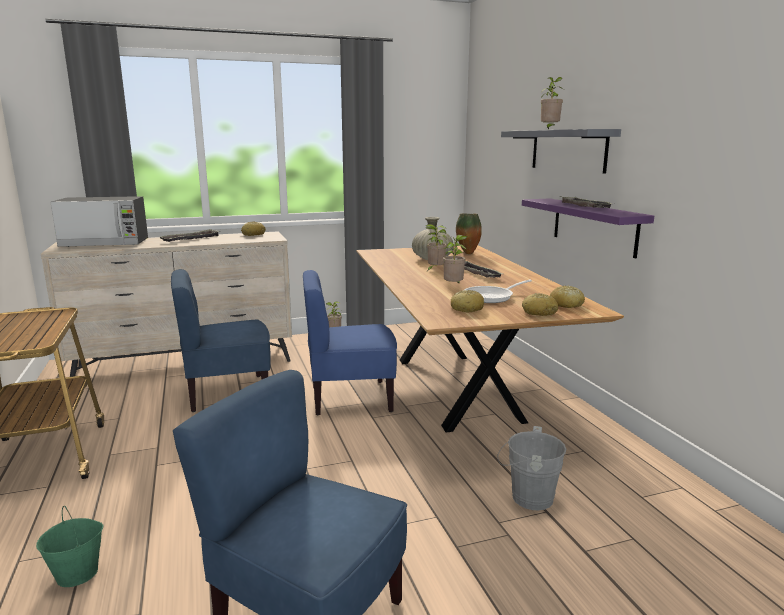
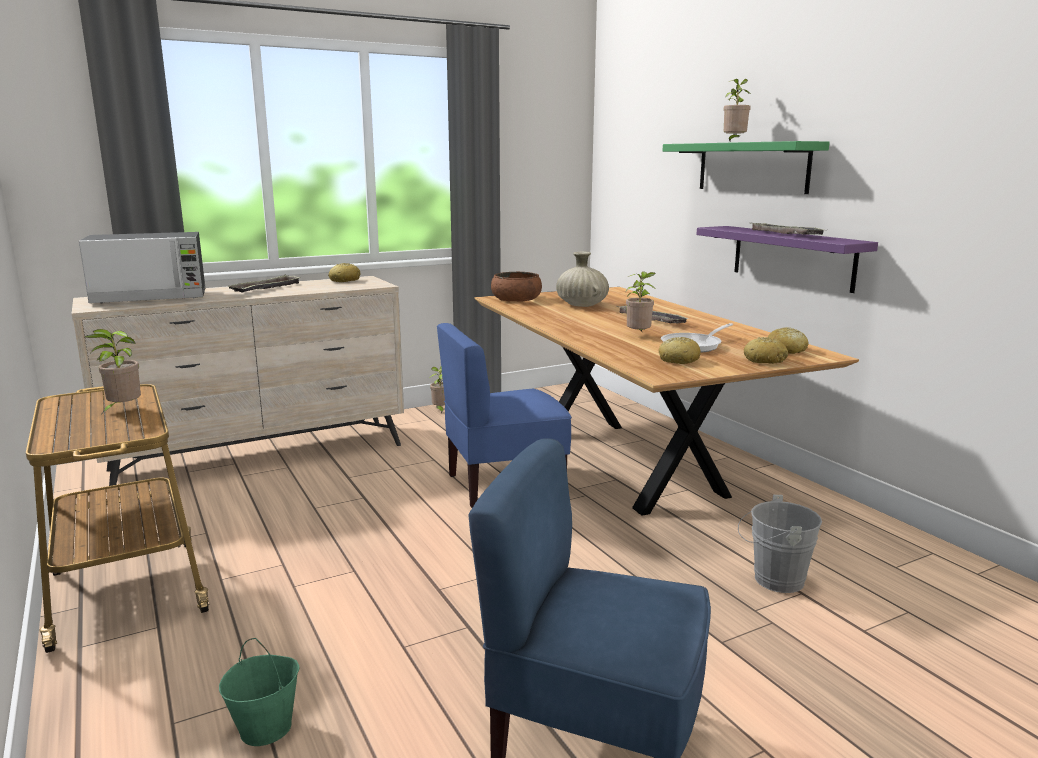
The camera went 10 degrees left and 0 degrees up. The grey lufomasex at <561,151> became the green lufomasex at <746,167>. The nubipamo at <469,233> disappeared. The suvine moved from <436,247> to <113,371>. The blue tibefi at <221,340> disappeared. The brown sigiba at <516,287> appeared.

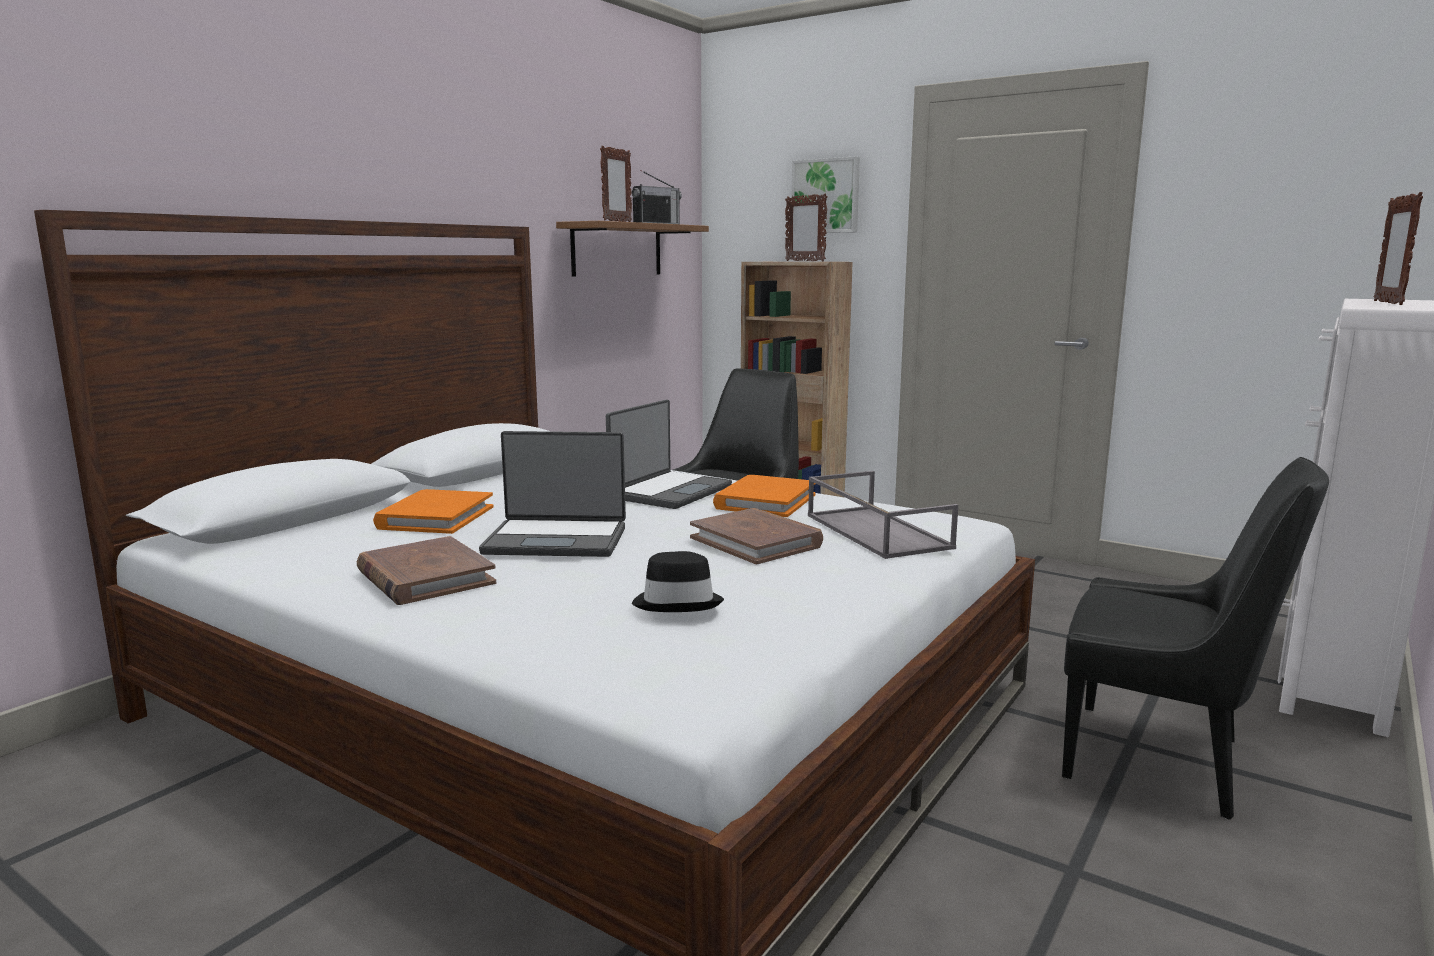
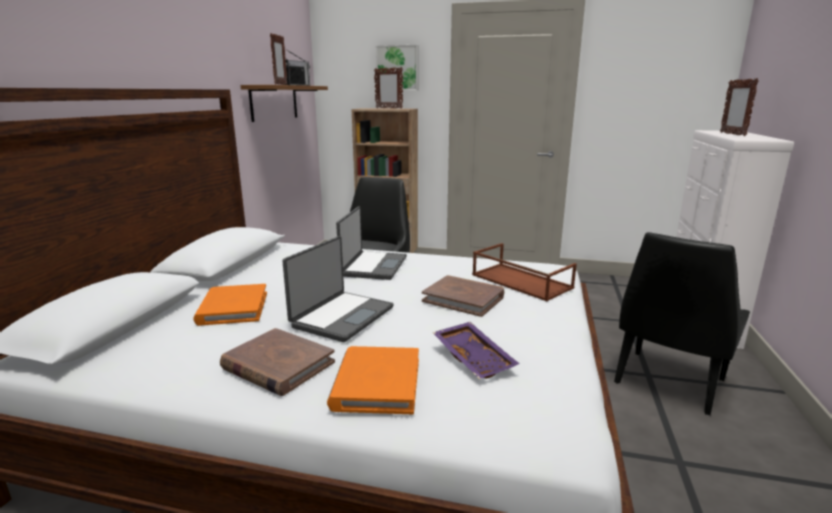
The camera went 20 degrees left and 5 degrees up. The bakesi at <552,494> turned 45 degrees counterclockwise. The black tibefi at <1195,638> turned 120 degrees clockwise. The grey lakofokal at <883,515> became the brown lakofokal at <524,272>. The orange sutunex moved from <764,496> to <373,380>. The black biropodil at <678,581> was replaced by the purple lakofokal at <476,350>.

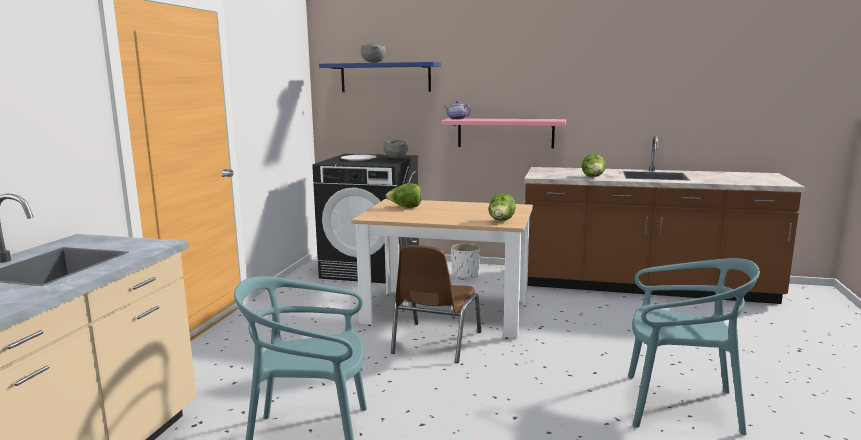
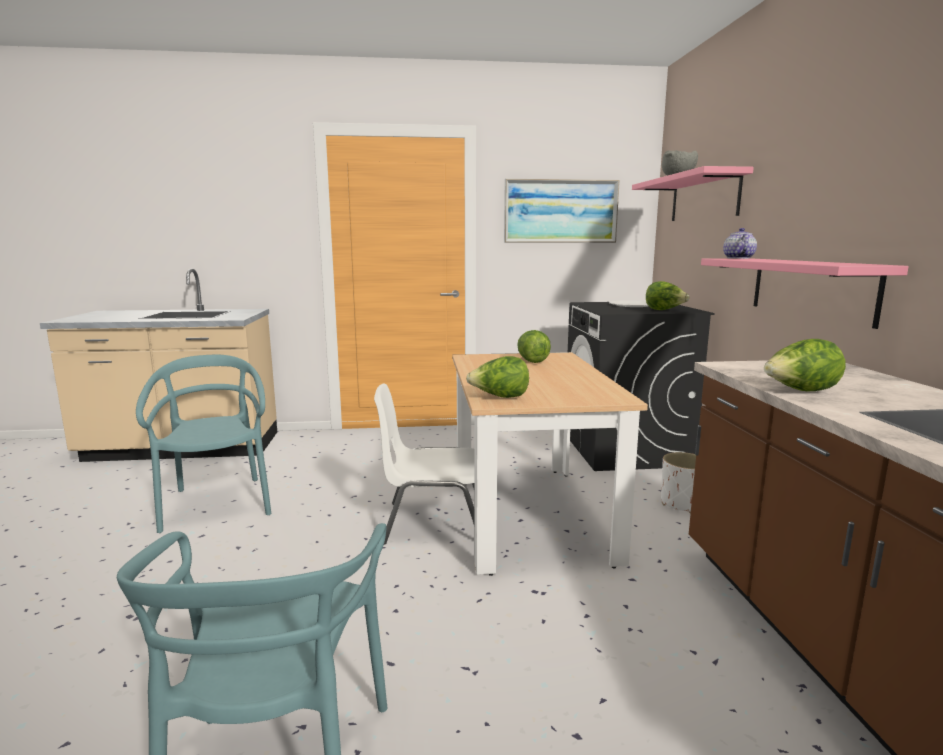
The camera went 70 degrees right and 0 degrees up. The blue lufomasex at <380,77> became the pink lufomasex at <693,193>. The grey sigiba at <395,149> was replaced by the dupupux at <668,295>. The brown tibefi at <436,304> became the white tibefi at <424,463>. The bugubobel at <562,211> appeared.

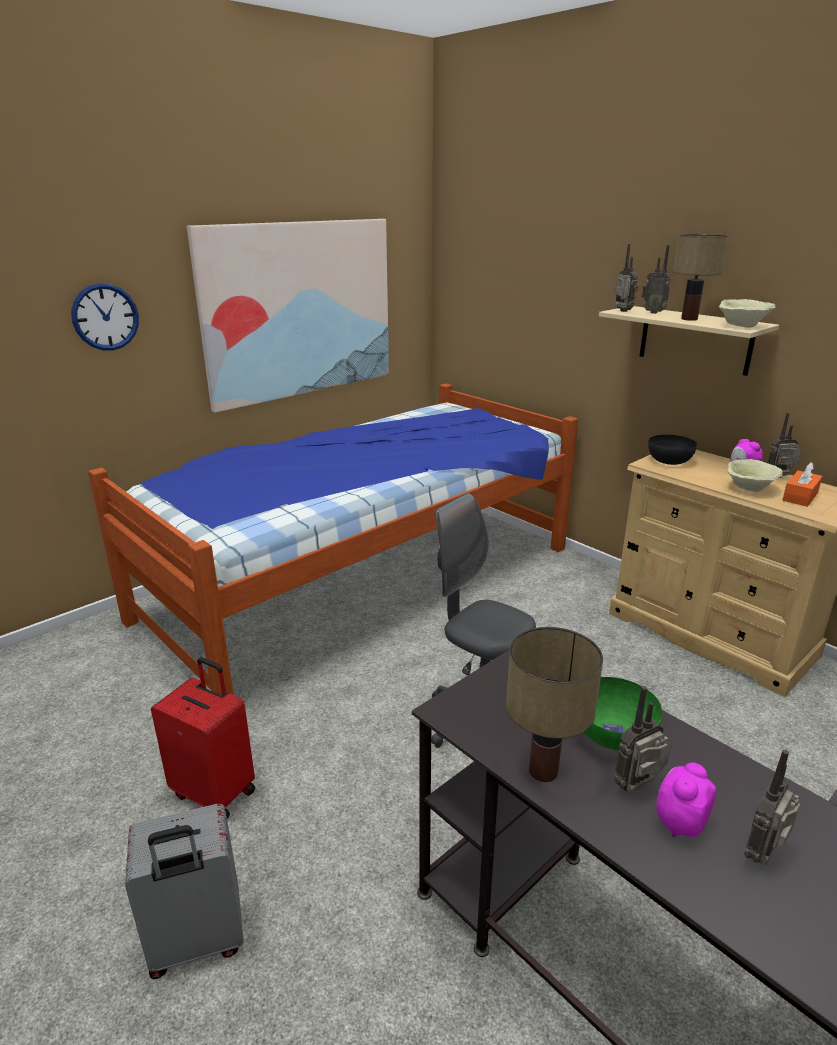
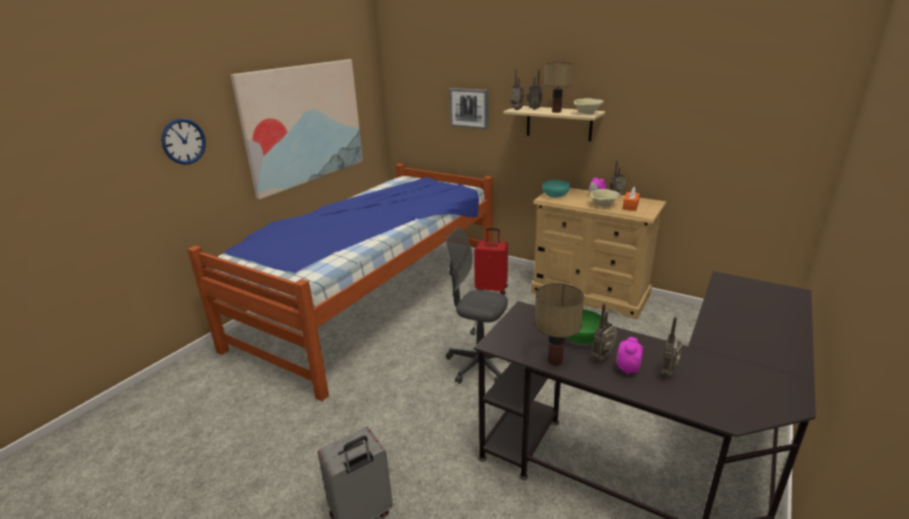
The camera went 15 degrees left and 0 degrees up. The black sigiba at <672,450> became the turquoise sigiba at <556,189>. The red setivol moved from <203,738> to <491,261>. The bugubobel at <468,109> appeared.

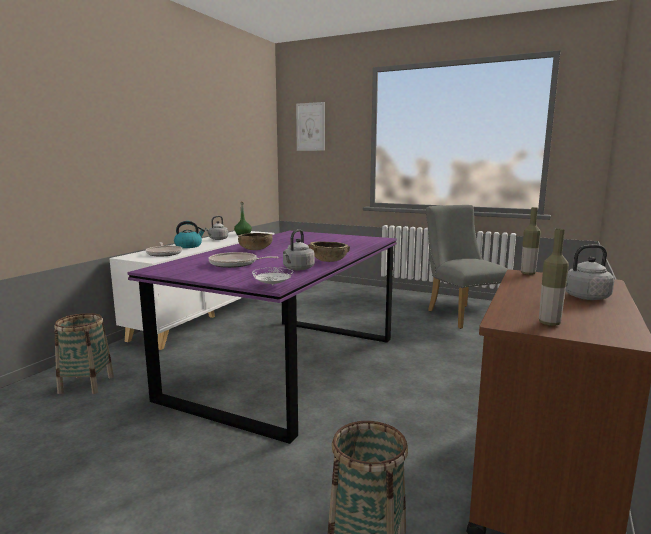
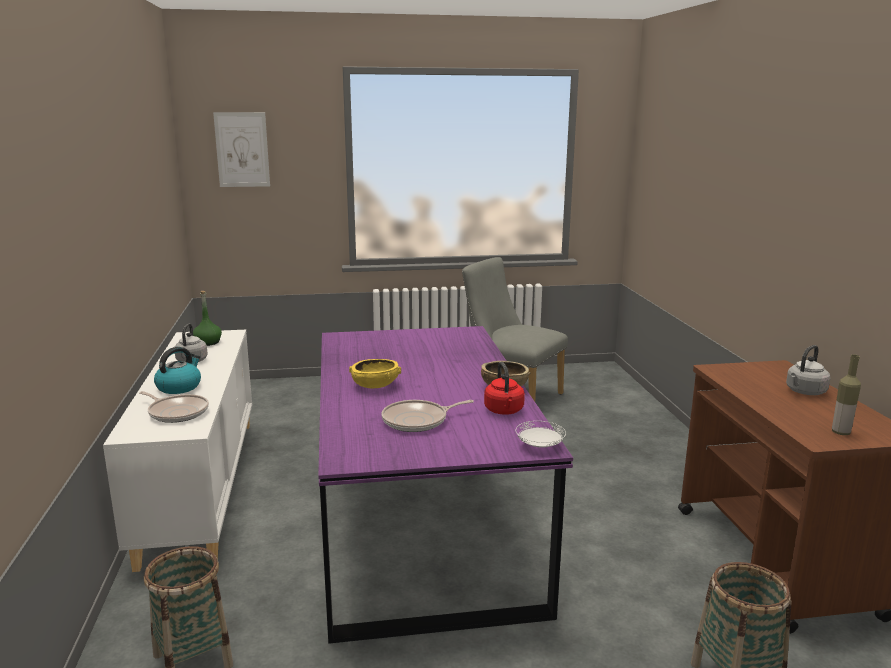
The camera went 35 degrees left and 5 degrees up. The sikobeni at <531,241> disappeared. The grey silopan at <299,249> became the red silopan at <504,388>. The brown sigiba at <255,241> became the yellow sigiba at <375,373>.

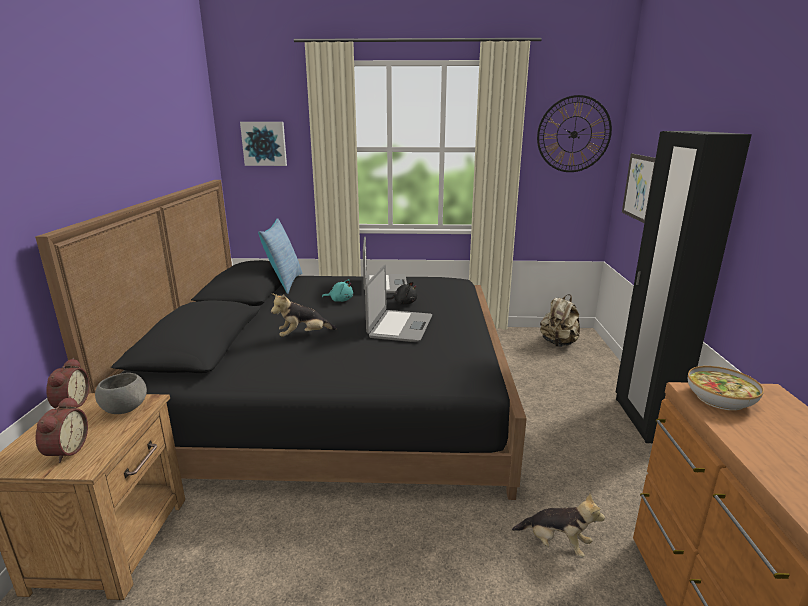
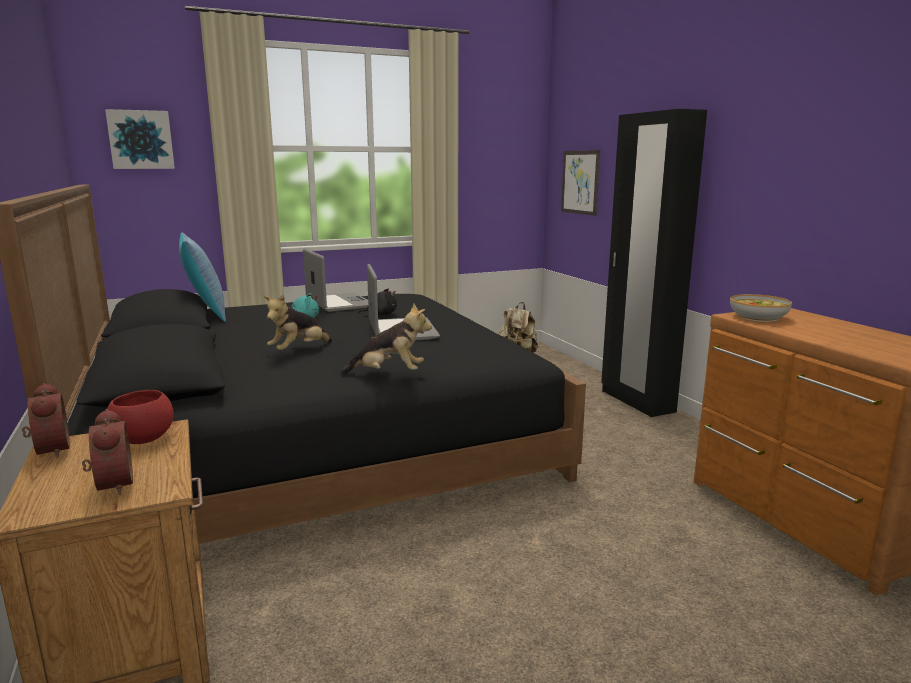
The camera went 25 degrees left and 5 degrees down. The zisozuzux at <574,133> disappeared. The grey sigiba at <121,393> became the red sigiba at <140,417>. The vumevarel moved from <558,525> to <386,338>.

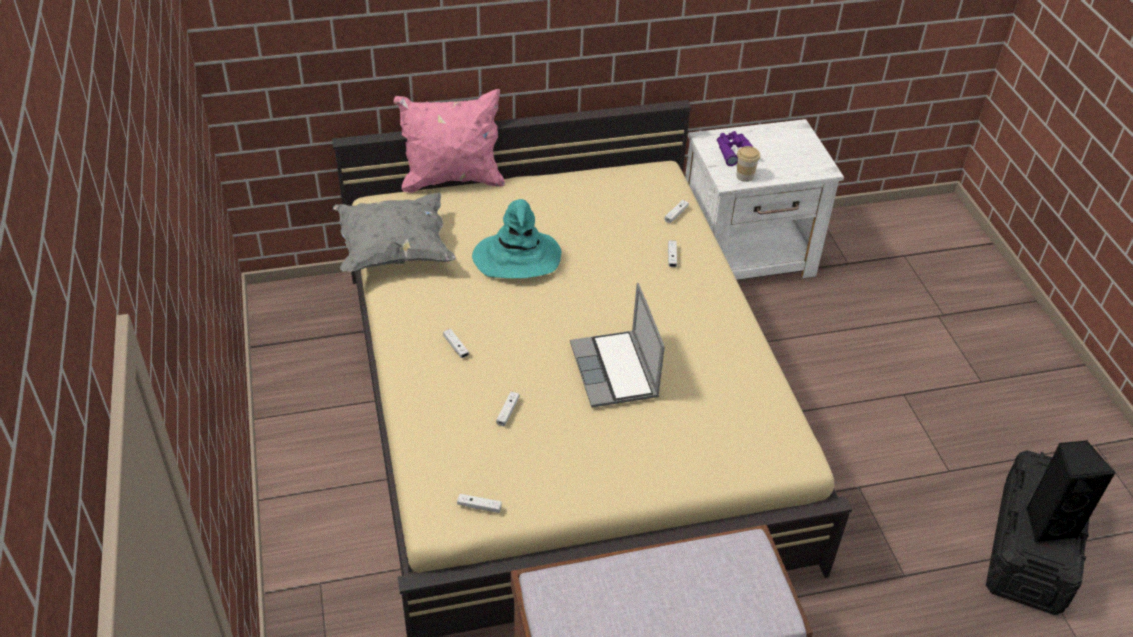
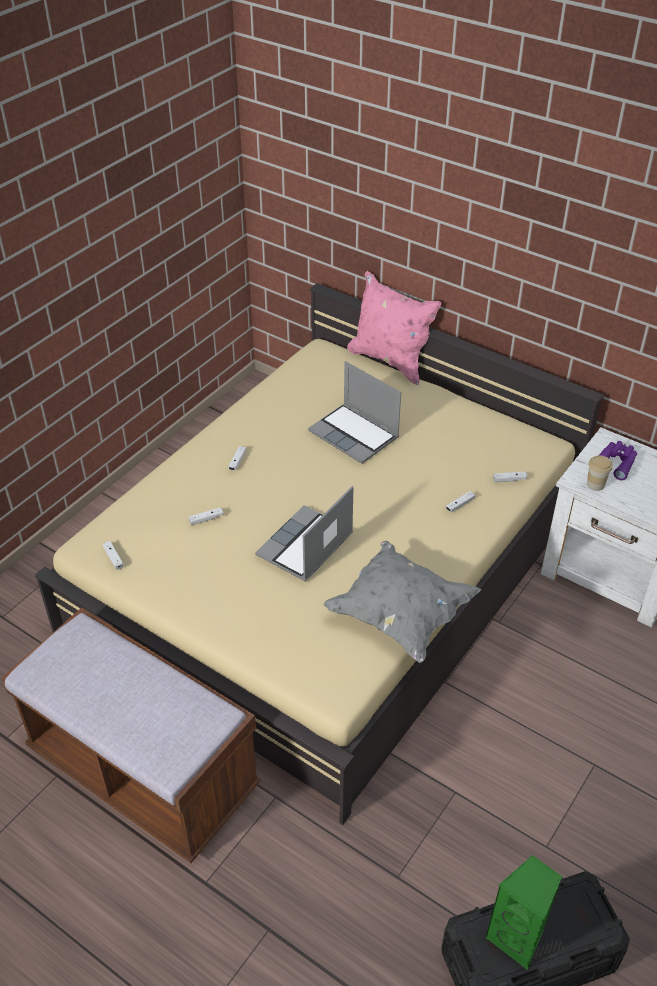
The camera went 50 degrees right and 0 degrees up. The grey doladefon moved from <394,232> to <402,602>. The turquoise biropodil at <516,238> was replaced by the bakesi at <354,412>. The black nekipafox at <1070,492> became the green nekipafox at <523,912>.

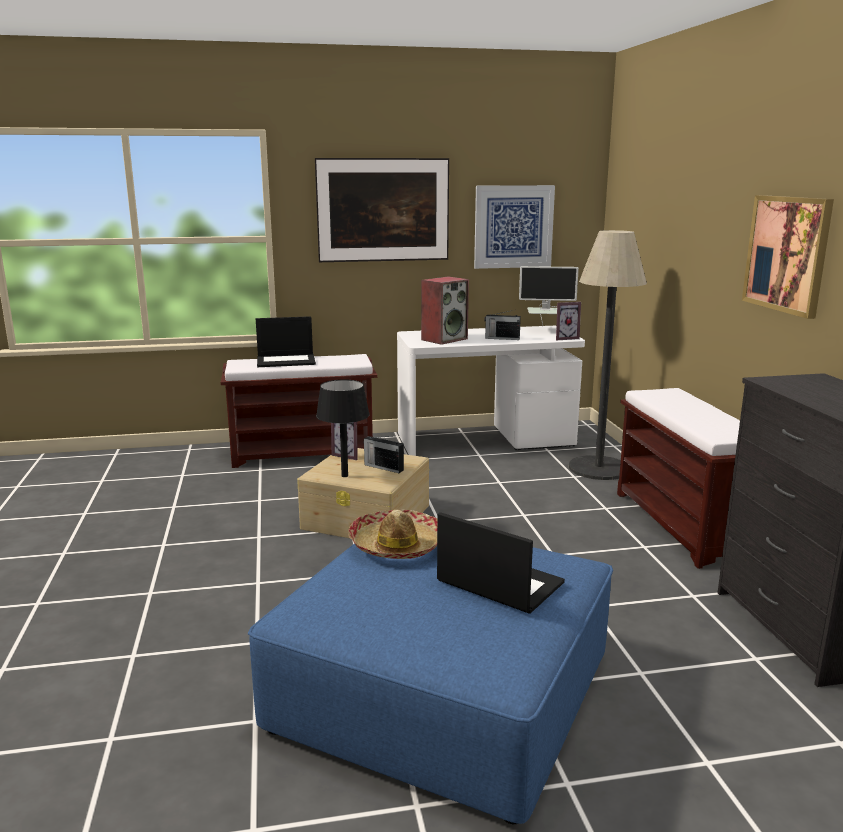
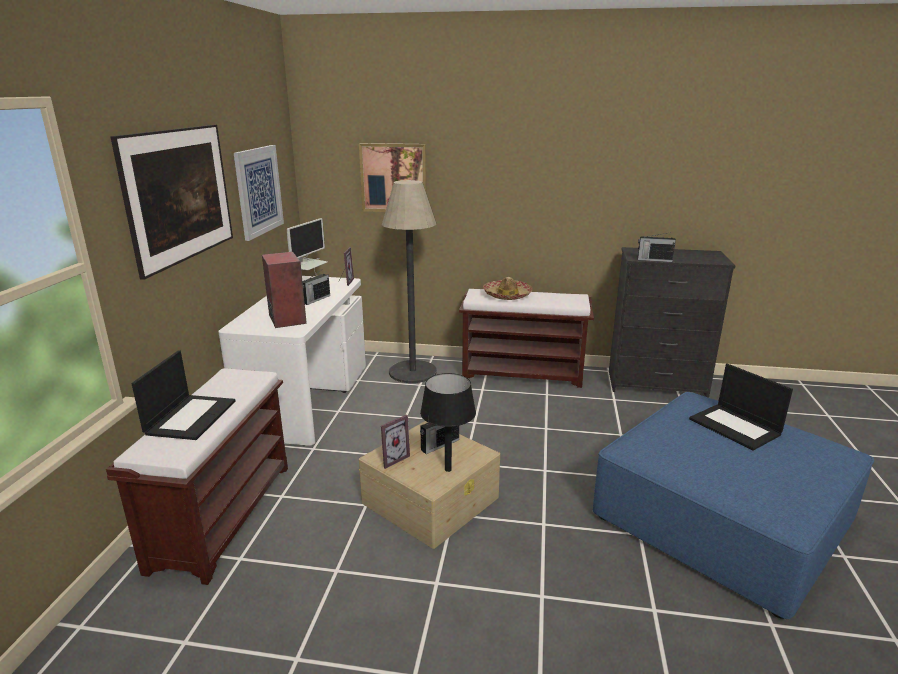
The camera went 70 degrees left and 5 degrees up. The bugubobel moved from <788,257> to <393,177>. The biropodil moved from <393,534> to <508,288>. The bakesi at <501,563> turned 90 degrees counterclockwise. The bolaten at <656,247> appeared.

